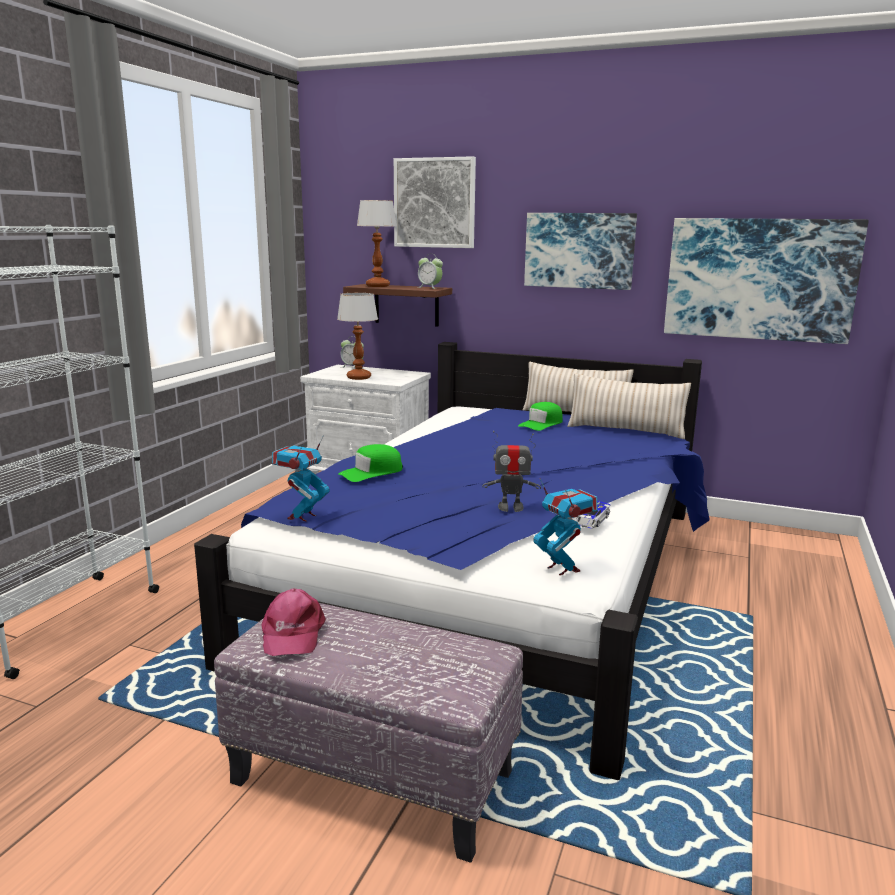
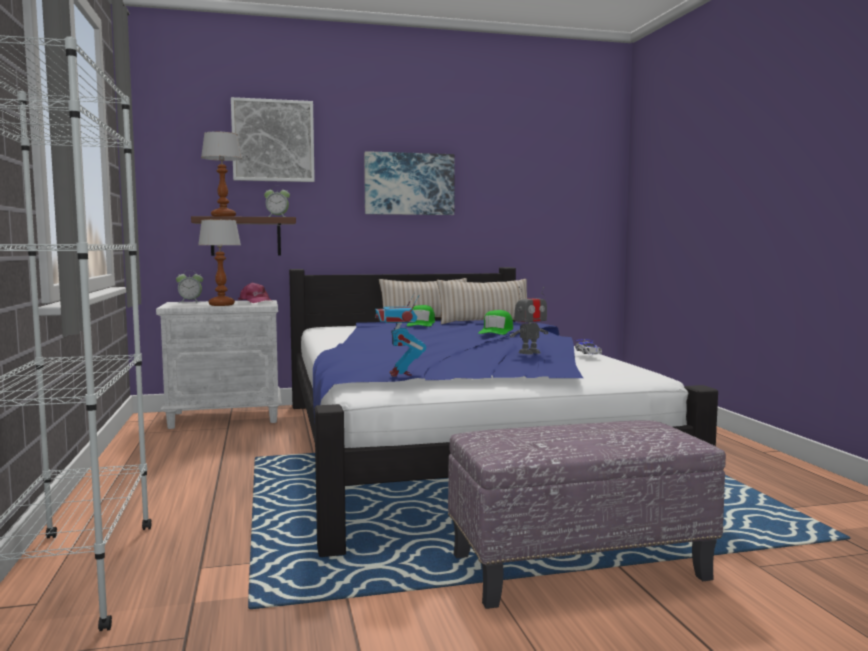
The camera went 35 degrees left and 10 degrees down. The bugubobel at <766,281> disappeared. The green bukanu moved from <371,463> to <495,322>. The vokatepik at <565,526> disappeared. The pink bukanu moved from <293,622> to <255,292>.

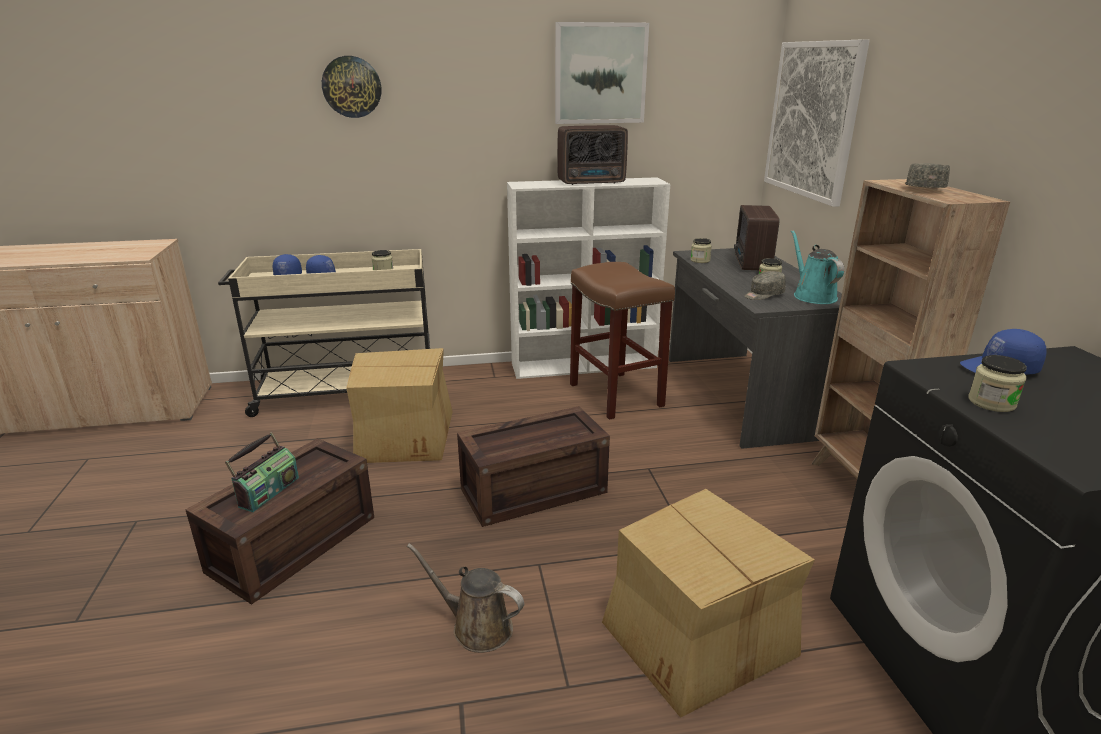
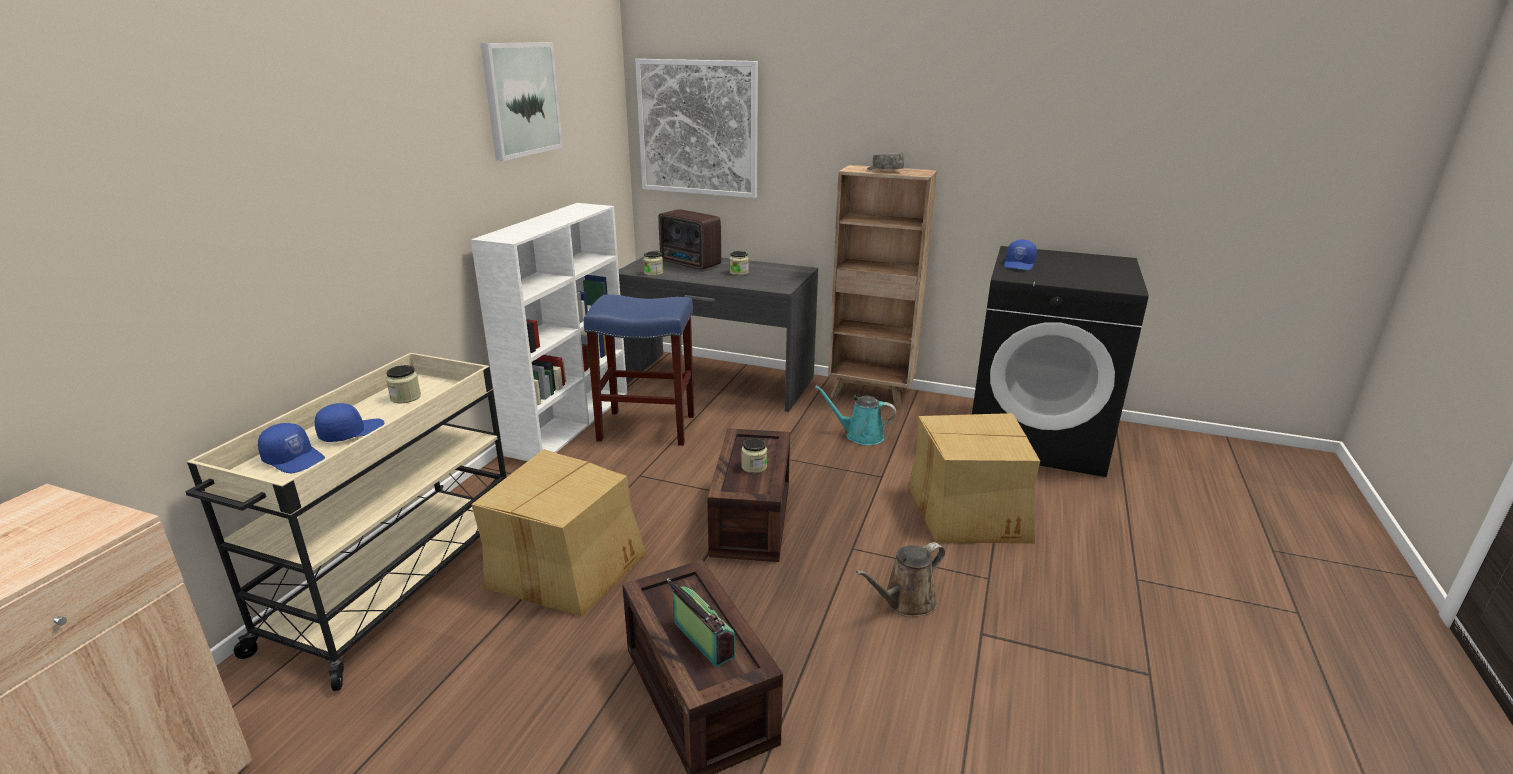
The camera went 60 degrees left and 0 degrees up. The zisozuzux at <351,87> disappeared. The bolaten at <592,155> disappeared. The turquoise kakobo moved from <817,267> to <855,415>. The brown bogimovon at <622,341> became the blue bogimovon at <639,370>. The grey bukanu at <765,285> disappeared. The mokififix moved from <997,383> to <754,455>.

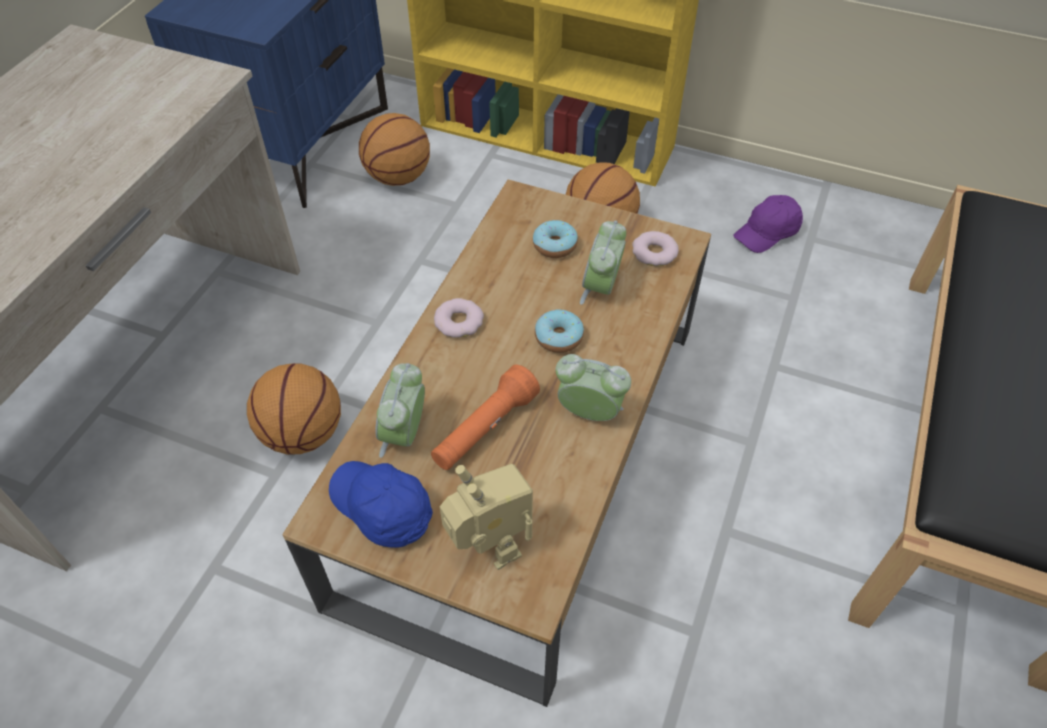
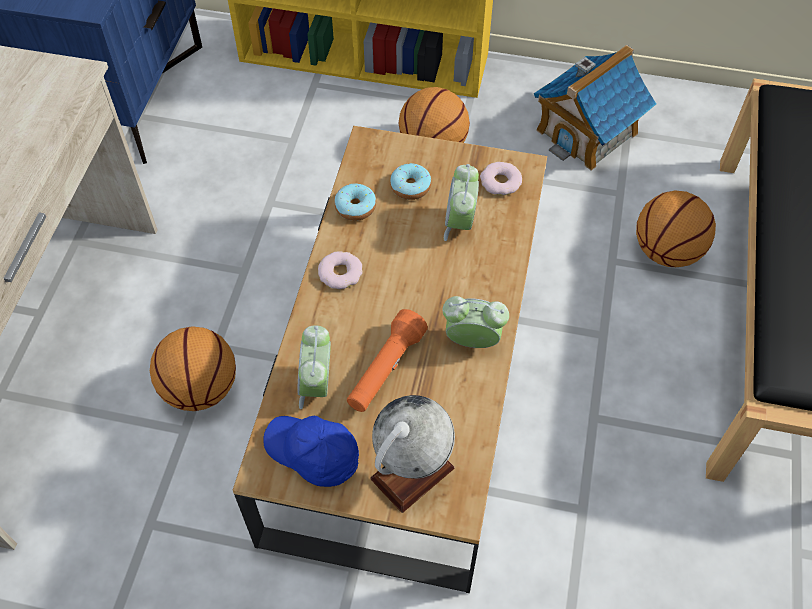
The camera went 10 degrees left and 5 degrees up. The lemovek moved from <394,149> to <676,229>. The purple bukanu at <768,224> was replaced by the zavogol at <595,108>. The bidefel moved from <559,331> to <355,202>. The vokatepik at <486,517> was replaced by the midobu at <412,454>.

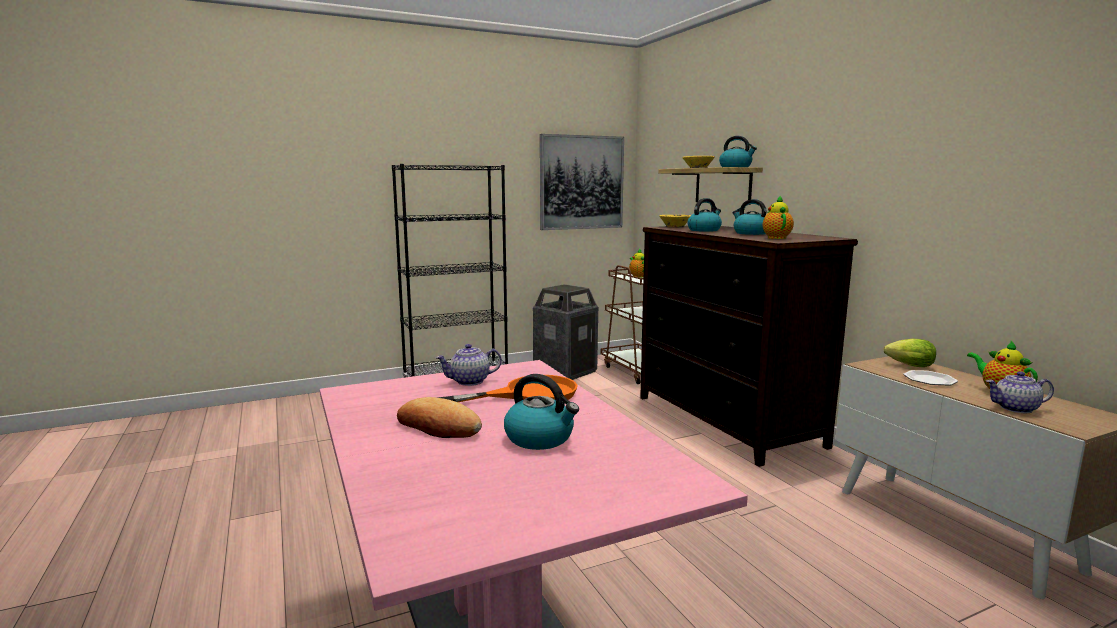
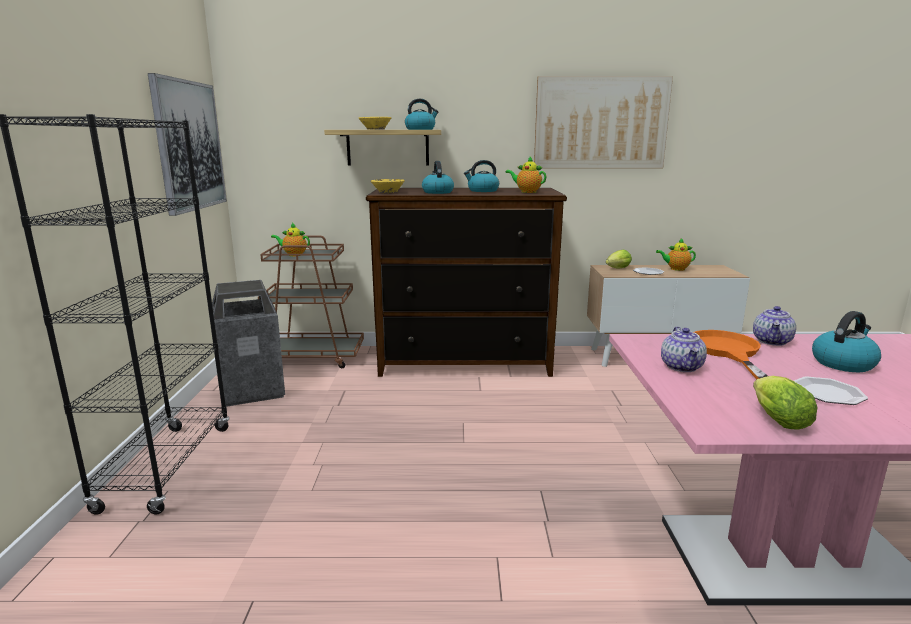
The camera went 65 degrees left and 5 degrees up. The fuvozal moved from <1020,392> to <774,326>. The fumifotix at <439,417> was replaced by the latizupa at <831,390>. The bugubobel at <603,122> appeared. The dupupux at <785,403> appeared.

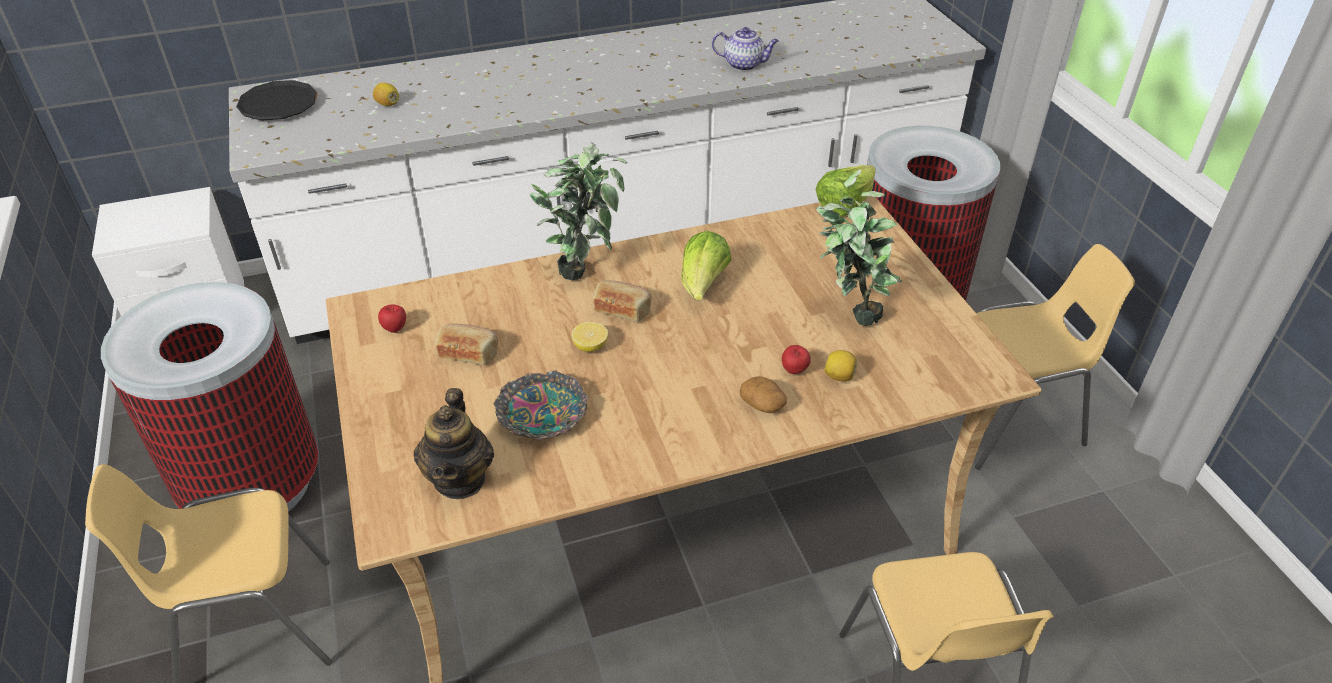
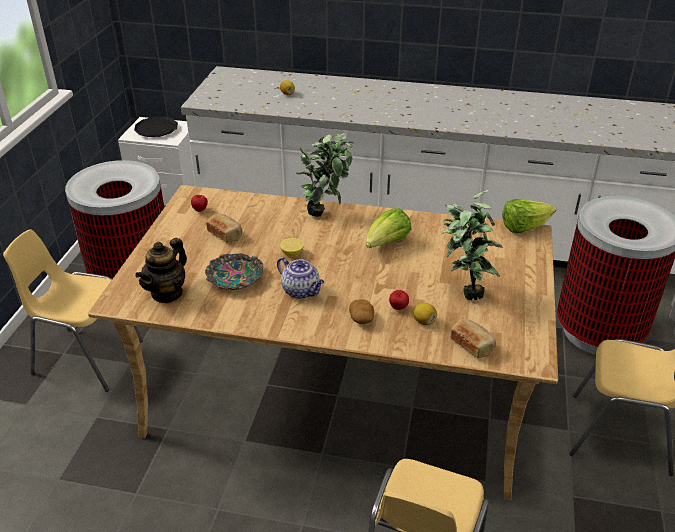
The camera went 30 degrees right and 5 degrees down. The fuvozal moved from <745,49> to <300,278>. The black latizupa moved from <277,100> to <156,126>. The fumifotix moved from <622,301> to <473,338>.

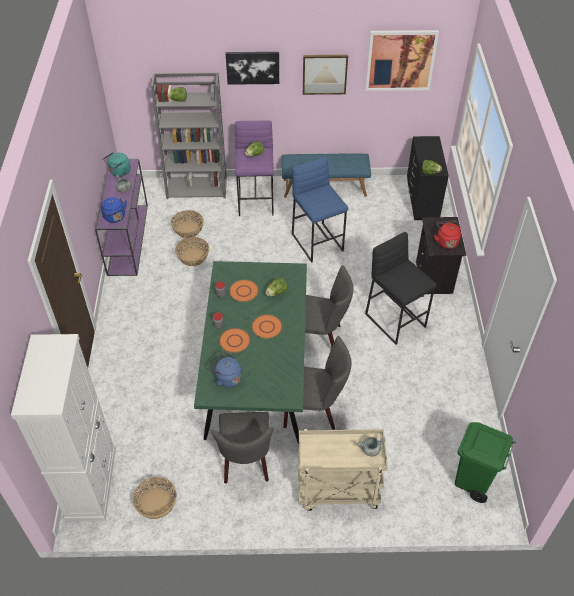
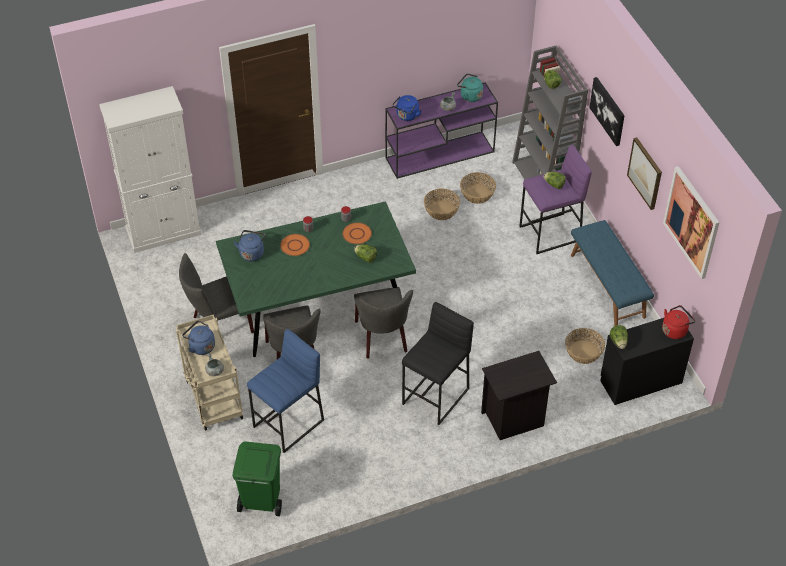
The camera went 70 degrees right and 0 degrees up. The blue bogimovon moved from <320,210> to <285,391>. The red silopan moved from <447,234> to <678,322>. The orange latizupa at <267,327> disappeared. The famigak moved from <155,498> to <585,346>. The blue silopan at <198,338> appeared.

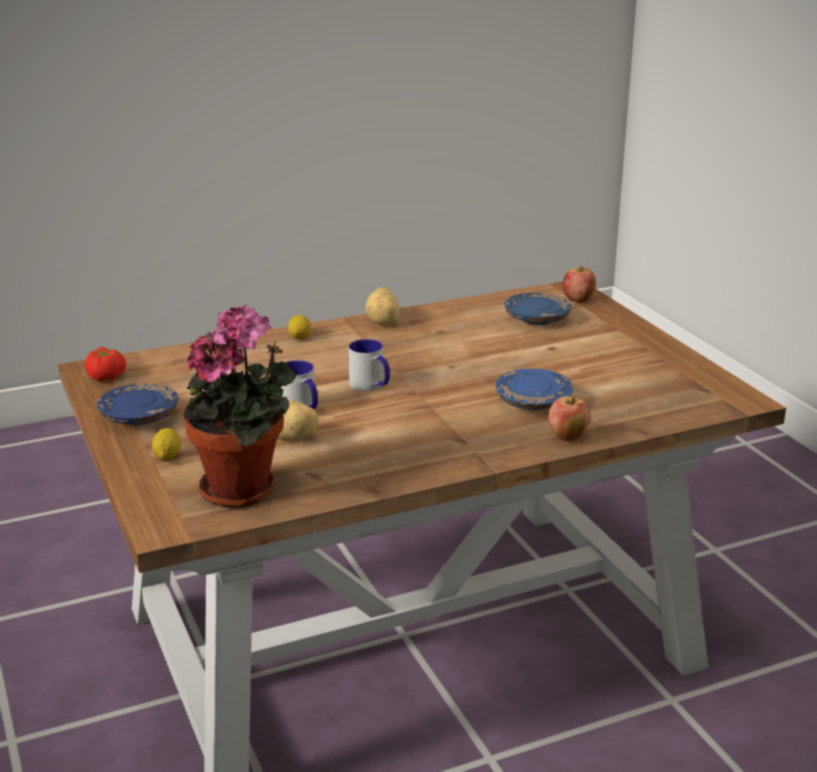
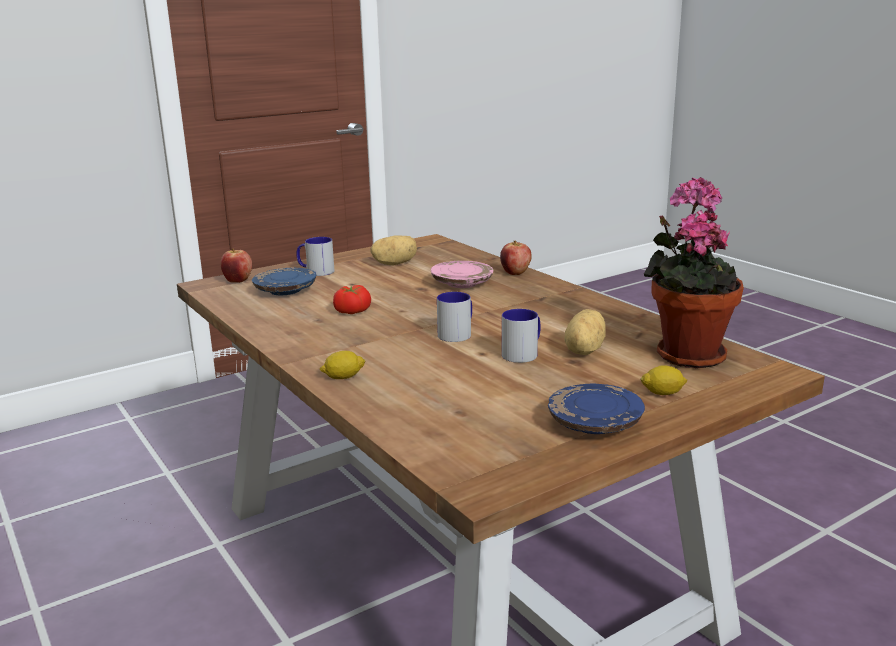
The camera went 100 degrees left and 5 degrees down. The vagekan moved from <382,306> to <394,250>. The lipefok moved from <105,364> to <352,299>. The blue latizupa at <534,389> became the pink latizupa at <462,274>. The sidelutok at <316,256> appeared.

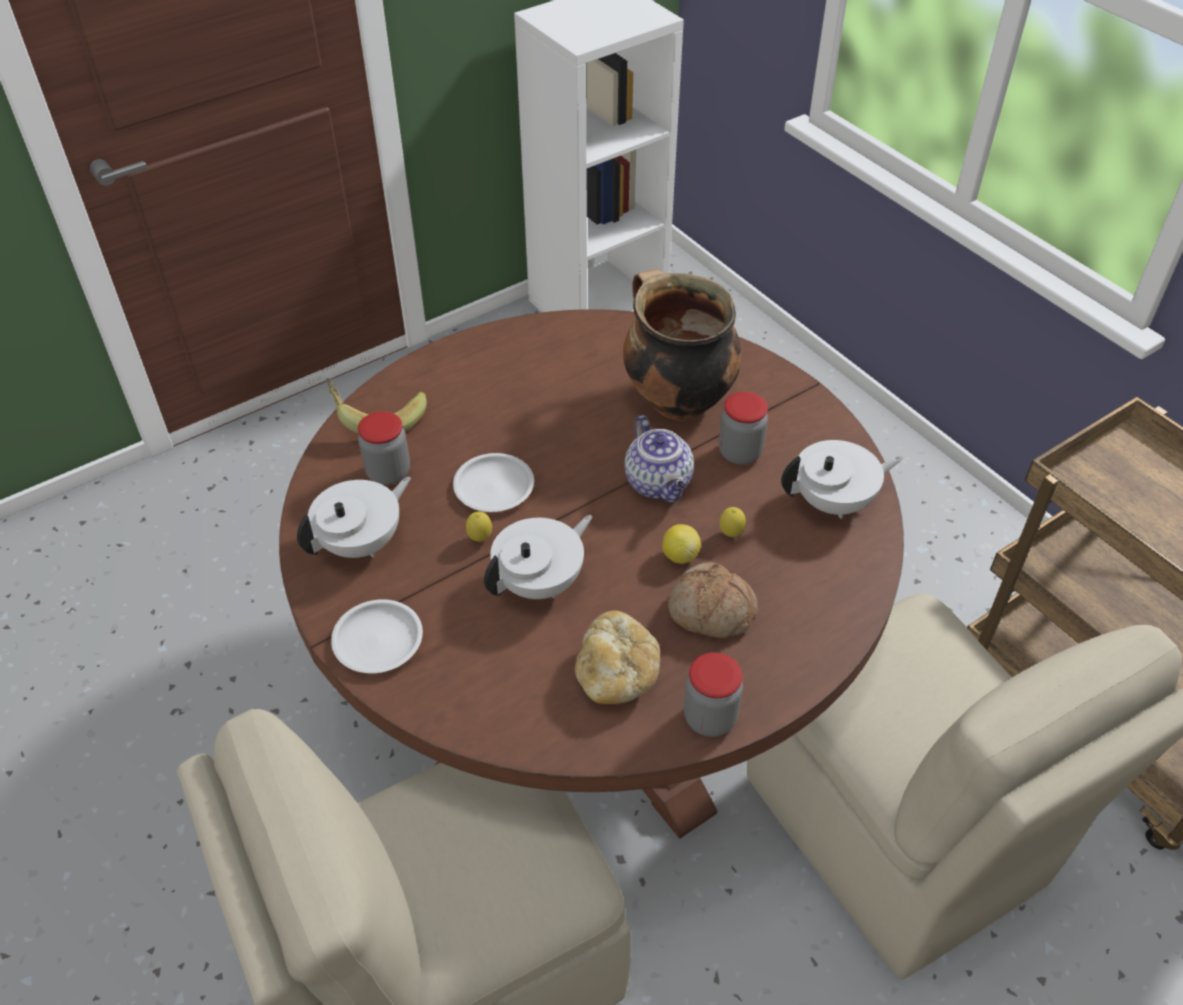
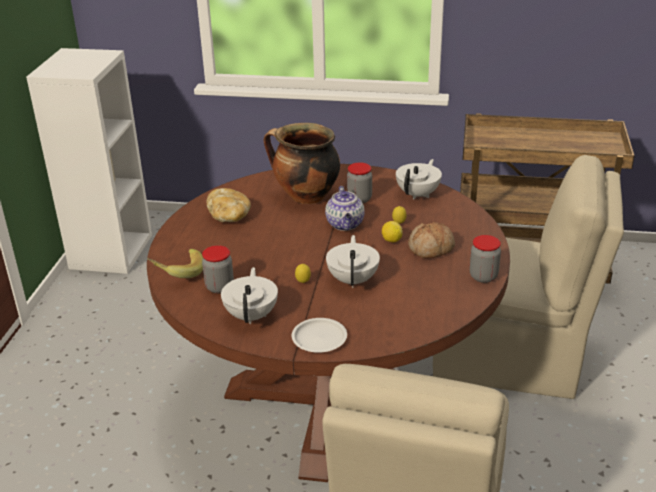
The camera went 45 degrees left and 15 degrees down. The fuvozal at <659,458> turned 60 degrees clockwise. The white latizupa at <493,482> disappeared. The fumifotix moved from <617,657> to <228,205>.

